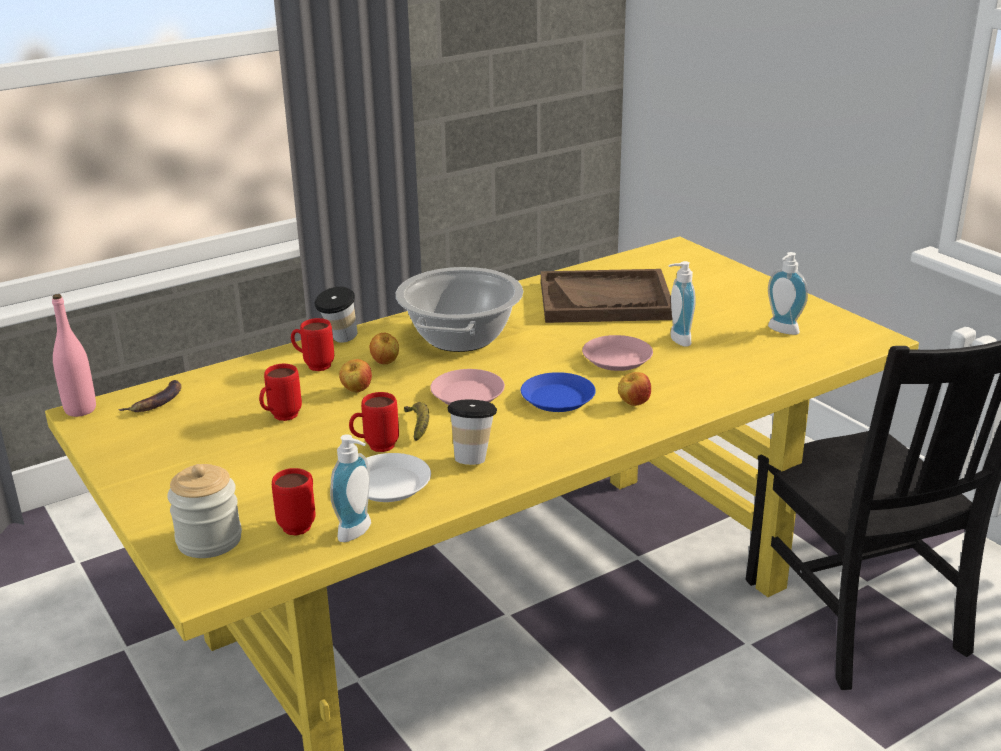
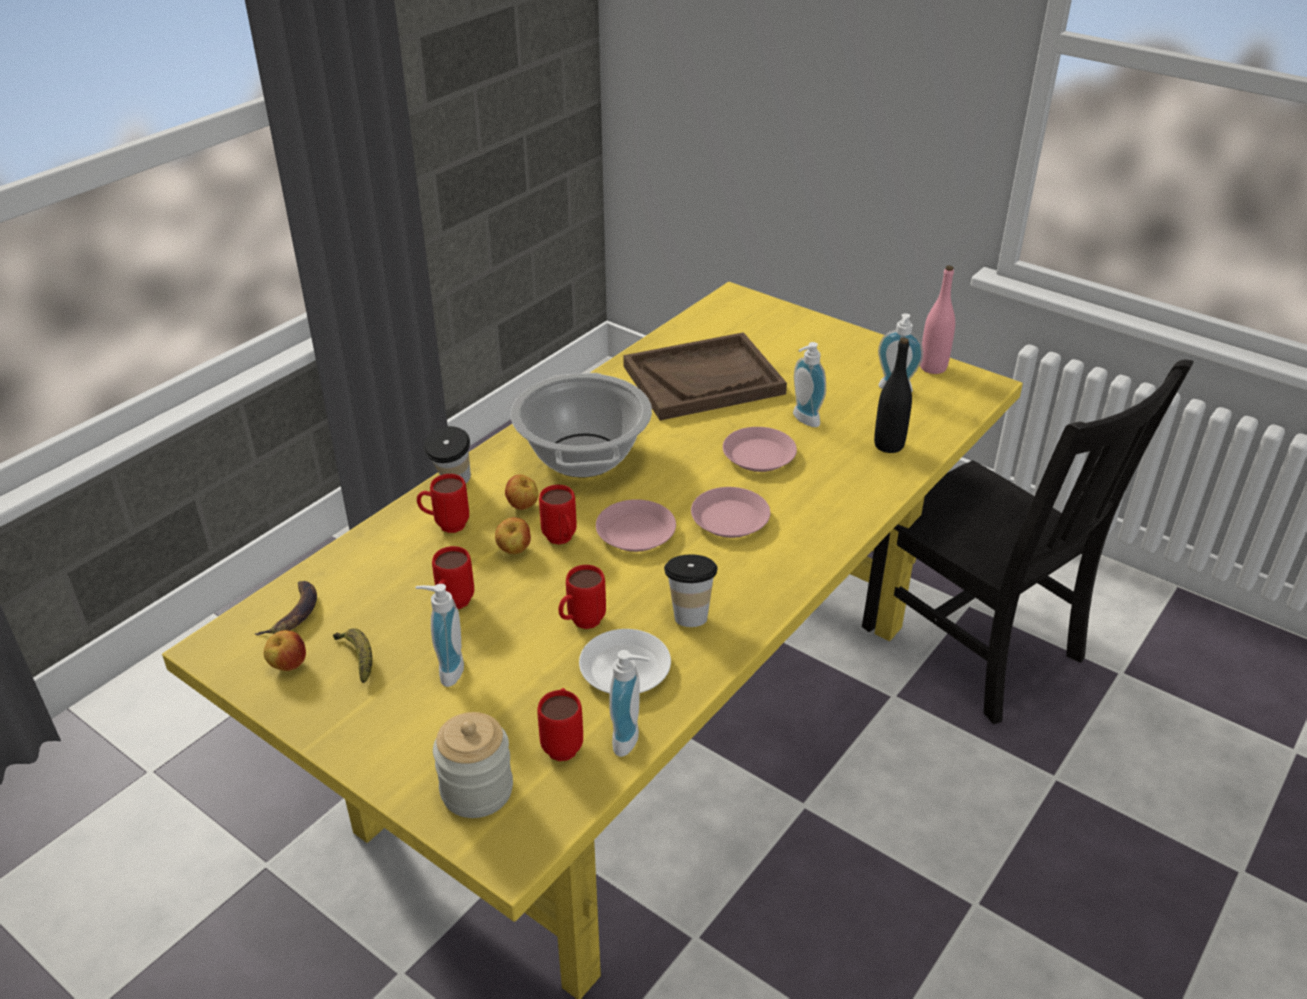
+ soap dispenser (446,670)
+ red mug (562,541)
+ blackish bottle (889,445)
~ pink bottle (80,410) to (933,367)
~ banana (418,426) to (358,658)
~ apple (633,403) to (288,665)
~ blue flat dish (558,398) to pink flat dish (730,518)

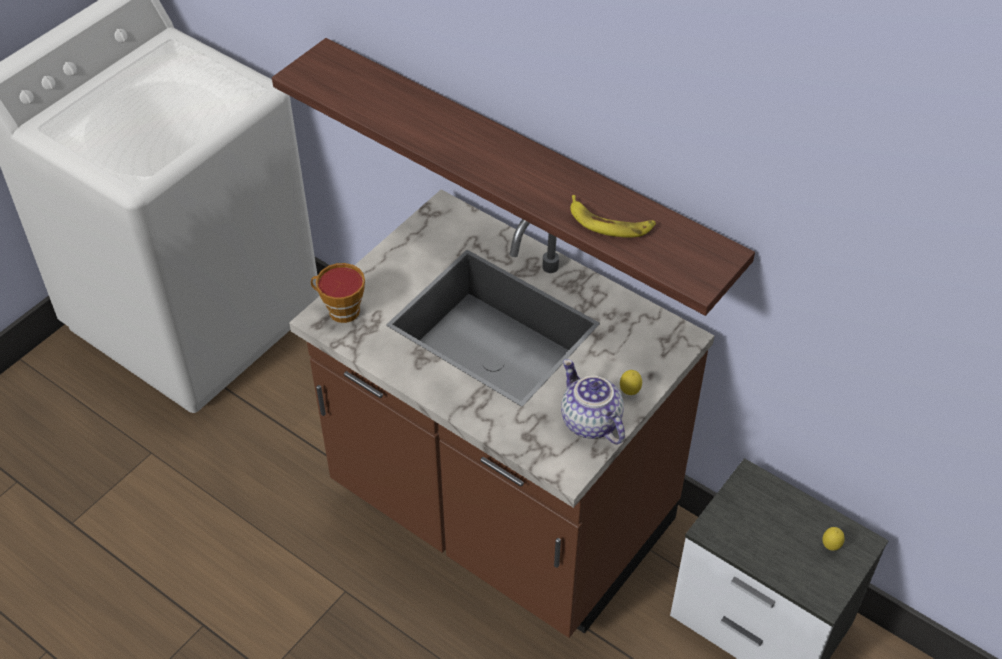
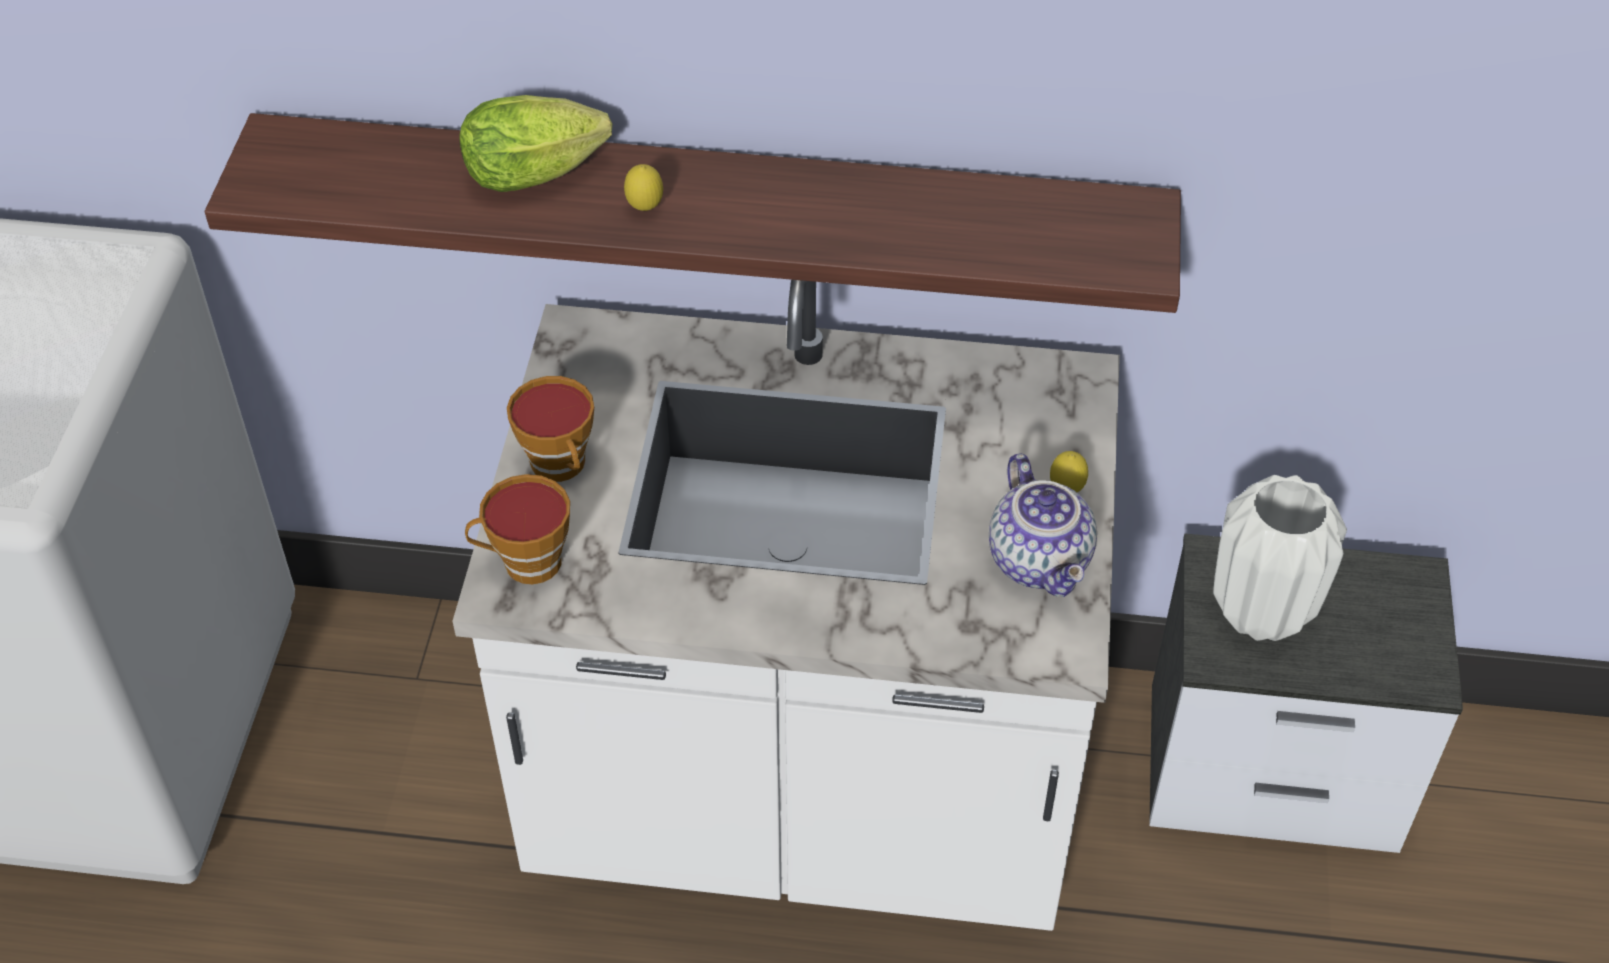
- banana (610,223)
+ head of lettuce (541,173)
+ small cup (562,466)
+ whitish flower vase (1261,614)
~ whole lemon (830,546) to (645,209)
~ brown-coloured counter (501,511) to whitish counter (804,795)
~ tea pot (589,422) = (1042,561) 135 degrees counterclockwise

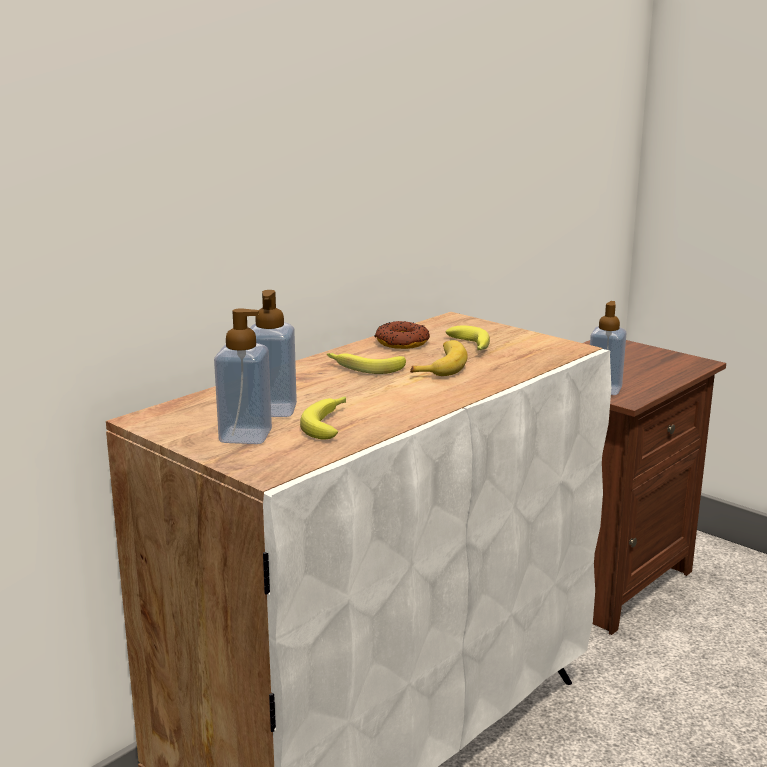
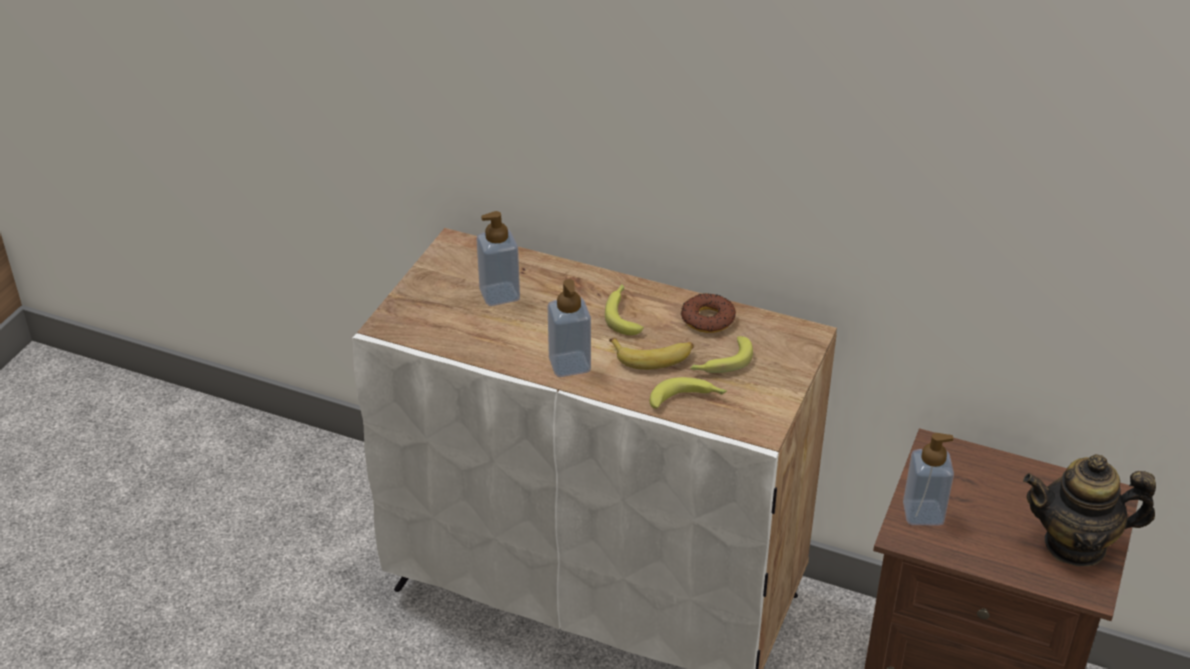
+ tea pot (1075,544)
~ soap dispenser (245,436) to (569,364)
~ banana (330,423) to (688,399)

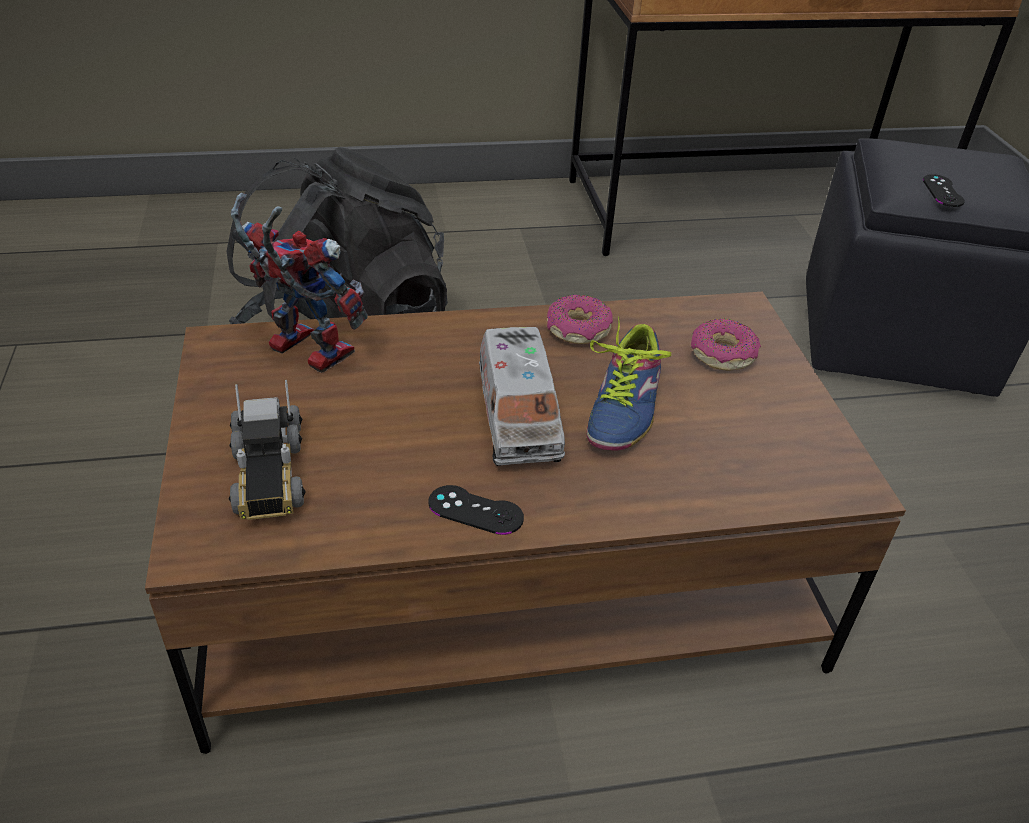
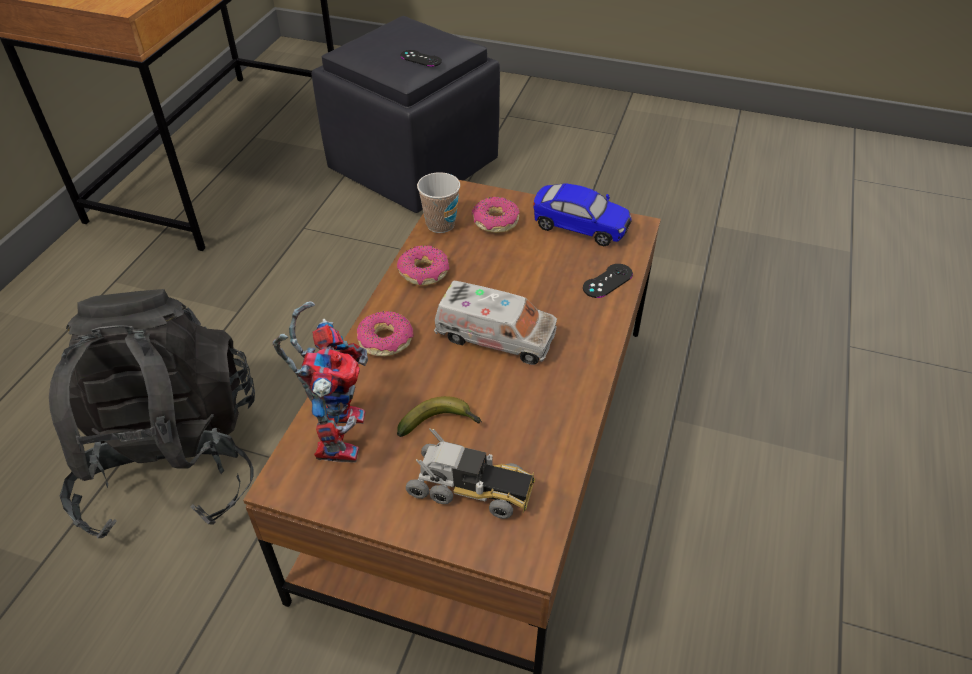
- low shoe (618,405)
+ doughnut (385,340)
+ banana (441,423)
+ small cup (440,224)
+ model car (580,227)
~ blackish joypad (475,510) to (607,281)
~ robot figure (301,350) = (336,430) 120 degrees clockwise

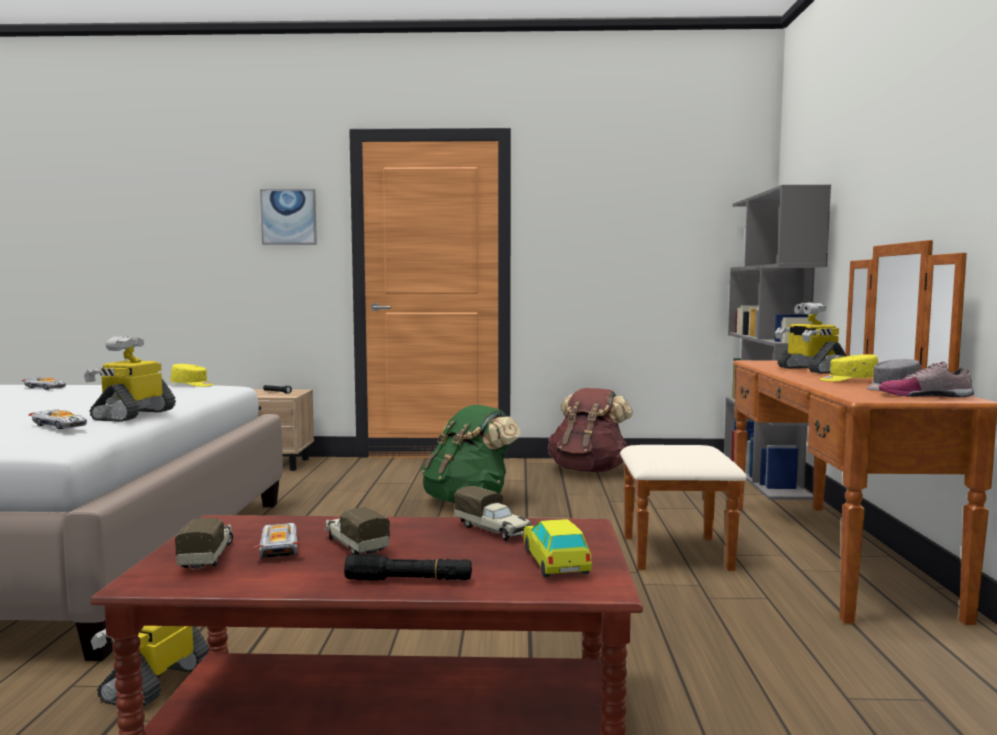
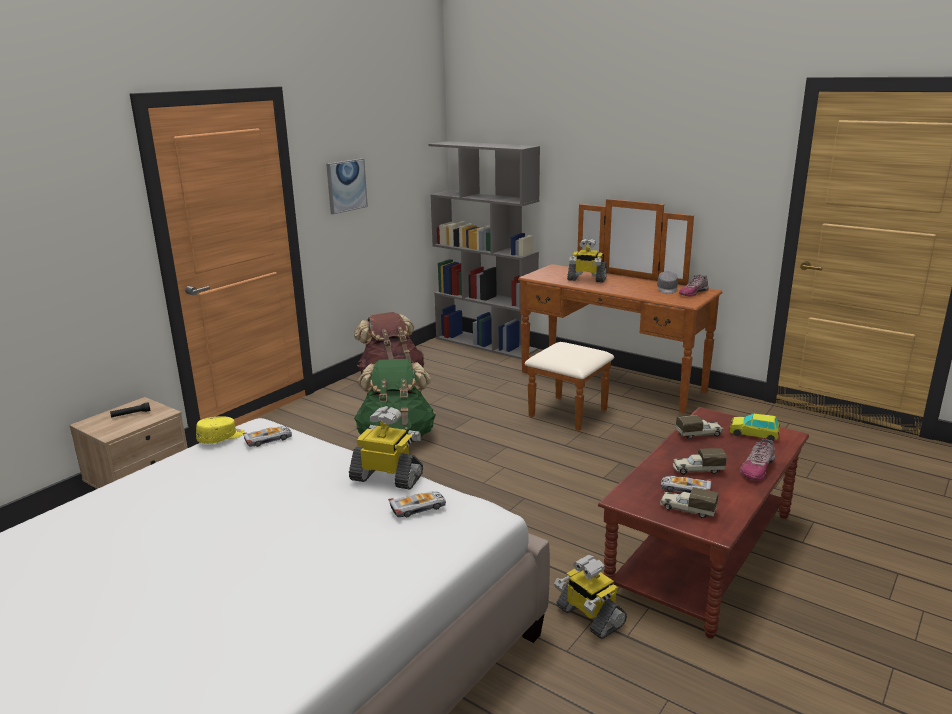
- yellow-coloured peaked cap (848,380)
~ model car (45,387) to (268,439)
~ wall picture (289,217) to (346,185)
~ blackish flashlight (409,580) to low shoe (757,468)
~ robot figure (133,415) = (388,477) 150 degrees clockwise

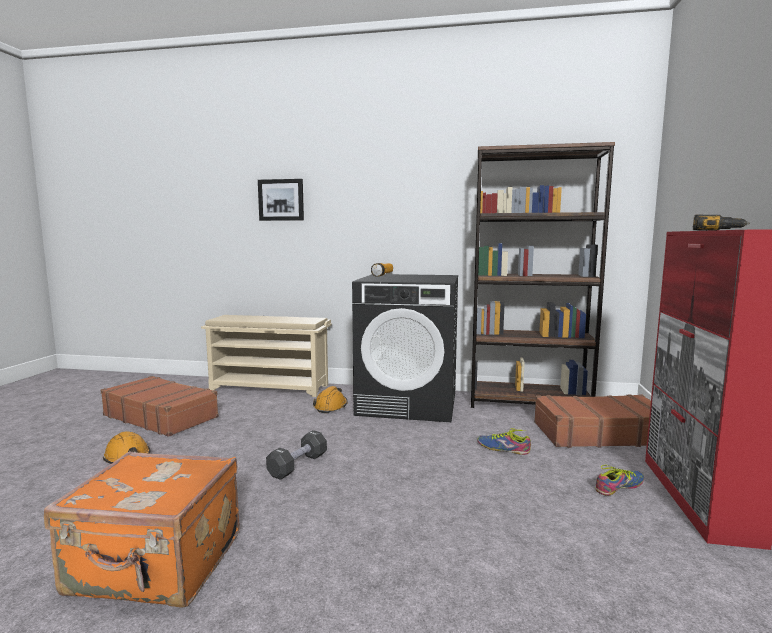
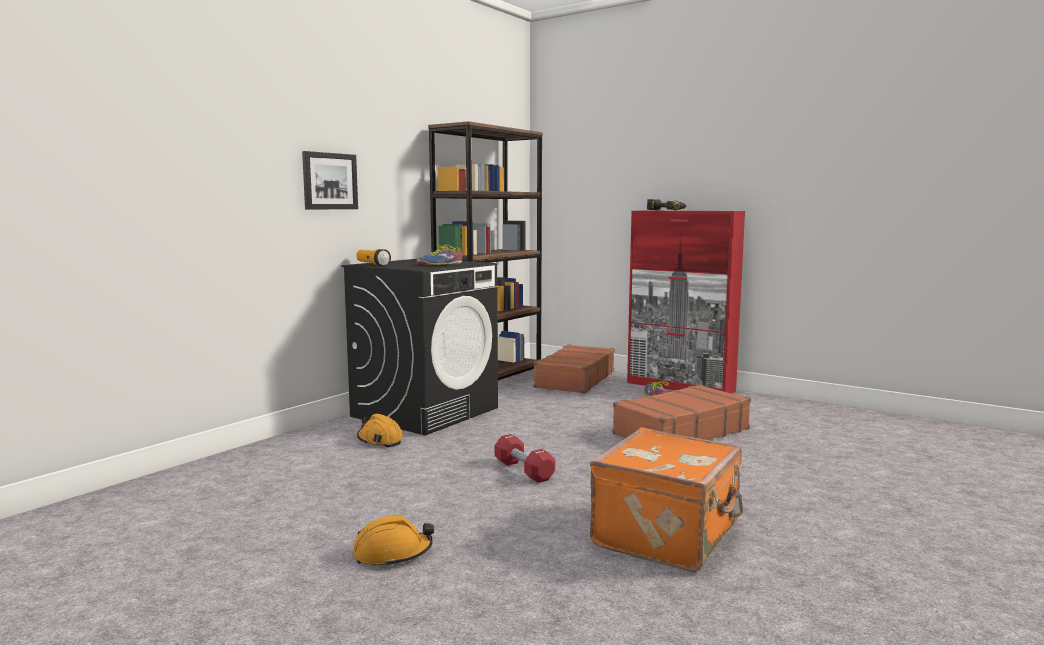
- beige shoe shelf (271,387)
~ brown-coloured travel case (161,416) to (680,432)
~ wall picture (281,200) to (329,181)
~ low shoe (503,449) to (440,264)
~ blackish hand weight (298,465) to red hand weight (524,470)

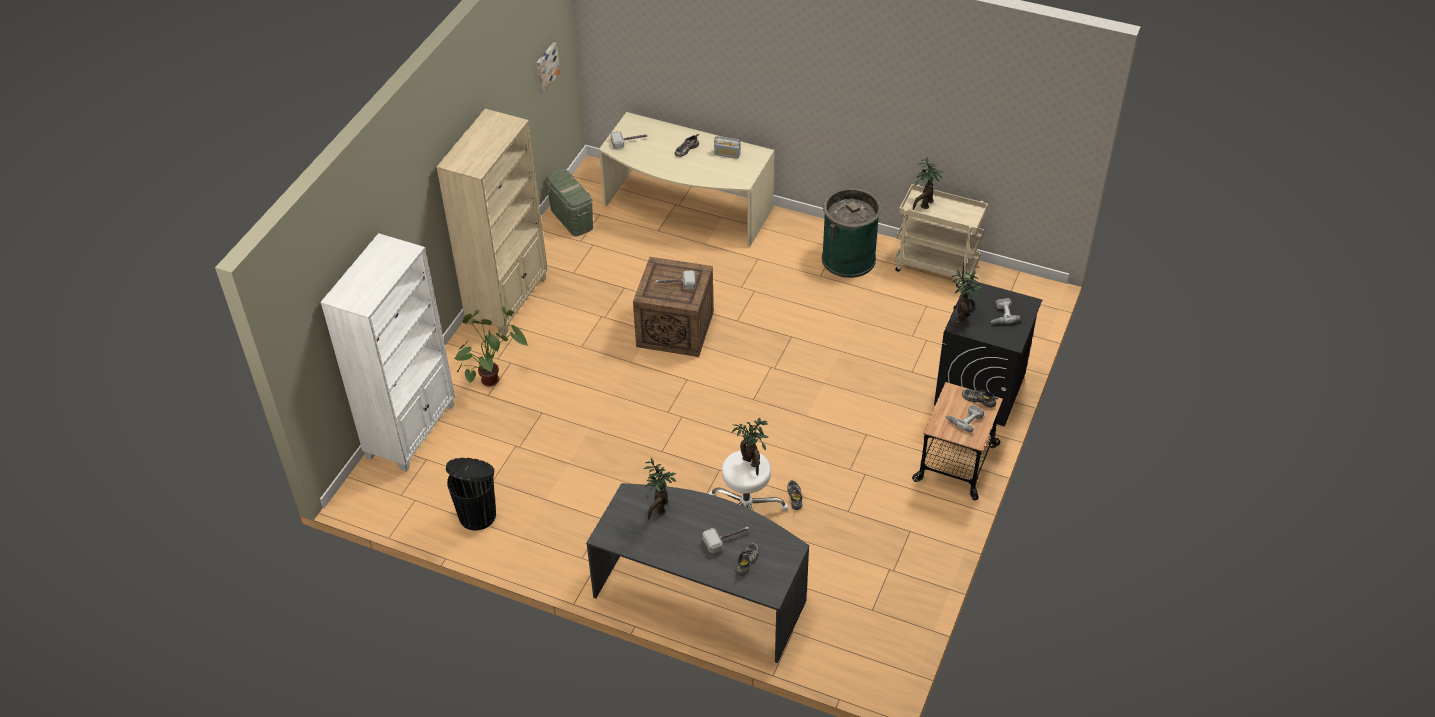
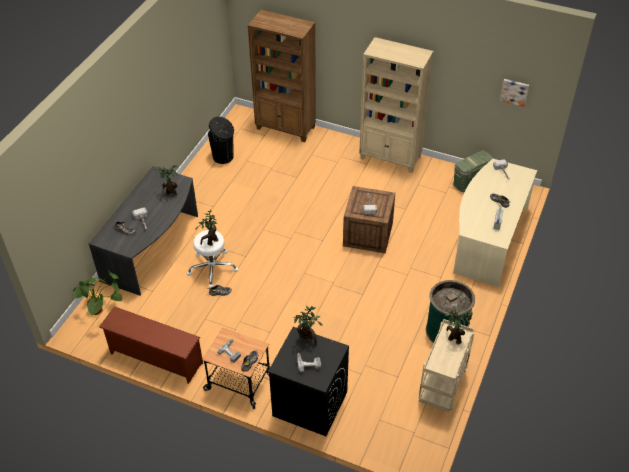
+ brown-coloured shoe shelf (155,359)
~ potted plant (491,374) to (102,310)
~ whitish shelving unit (412,430) to brown-coloured shelving unit (286,128)

